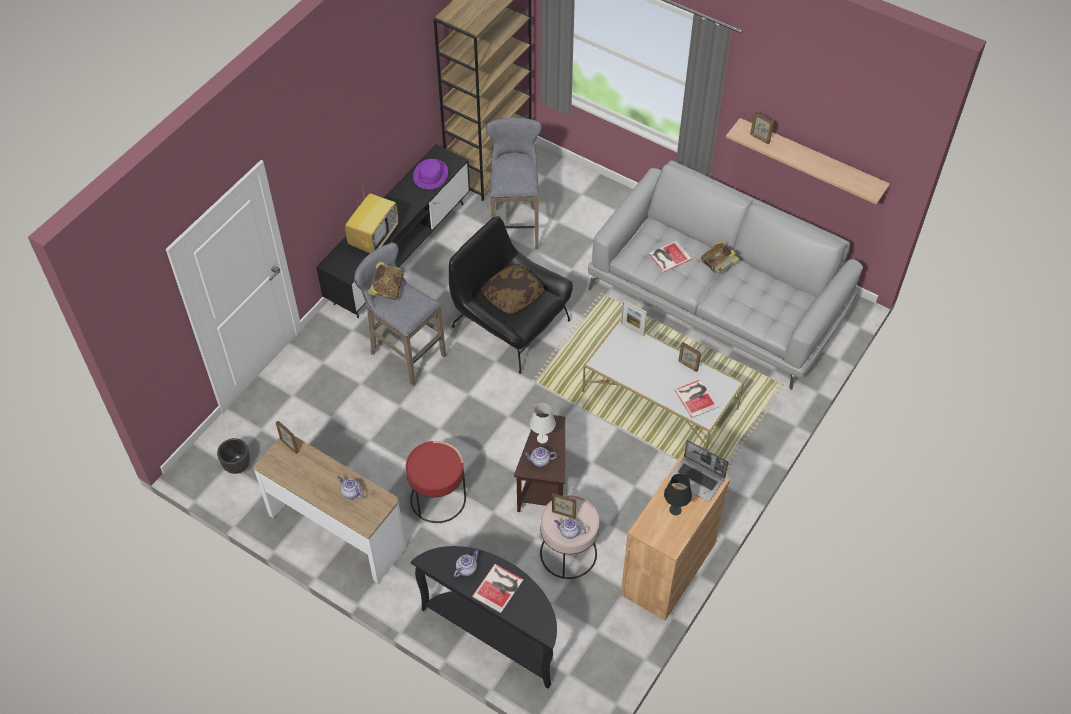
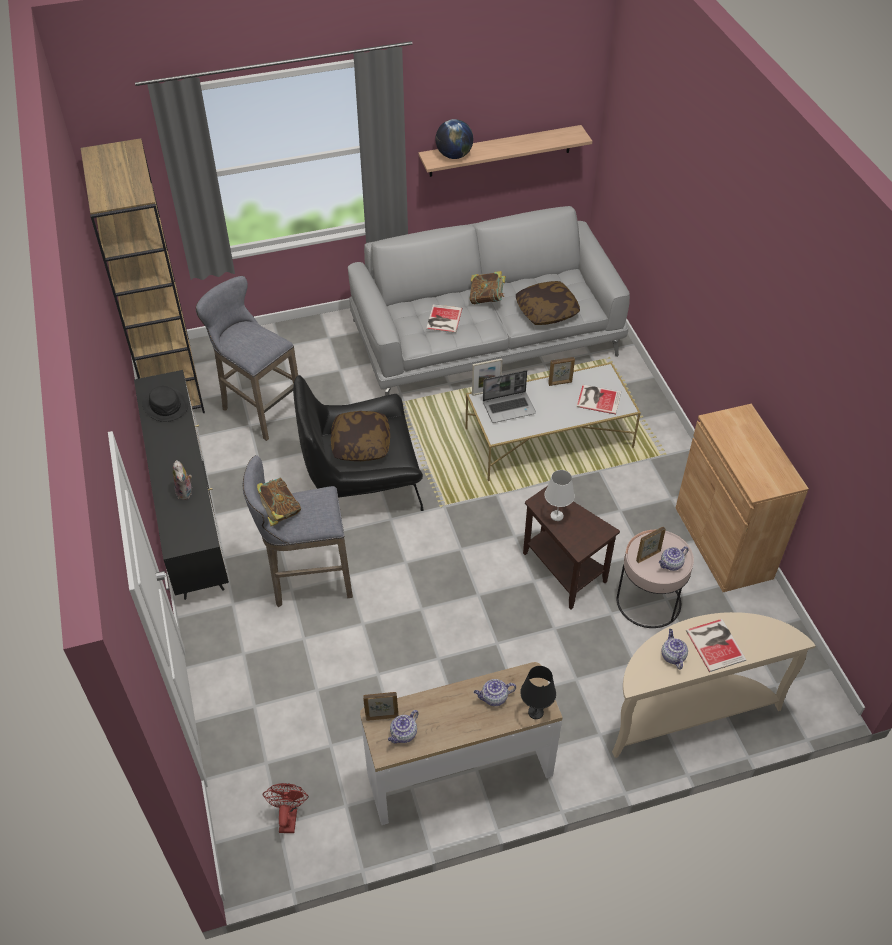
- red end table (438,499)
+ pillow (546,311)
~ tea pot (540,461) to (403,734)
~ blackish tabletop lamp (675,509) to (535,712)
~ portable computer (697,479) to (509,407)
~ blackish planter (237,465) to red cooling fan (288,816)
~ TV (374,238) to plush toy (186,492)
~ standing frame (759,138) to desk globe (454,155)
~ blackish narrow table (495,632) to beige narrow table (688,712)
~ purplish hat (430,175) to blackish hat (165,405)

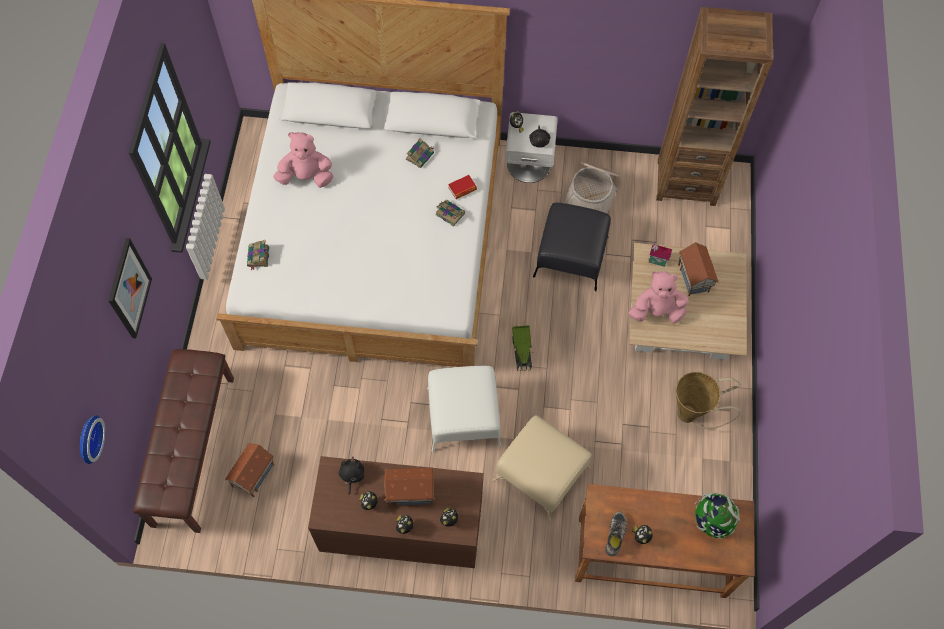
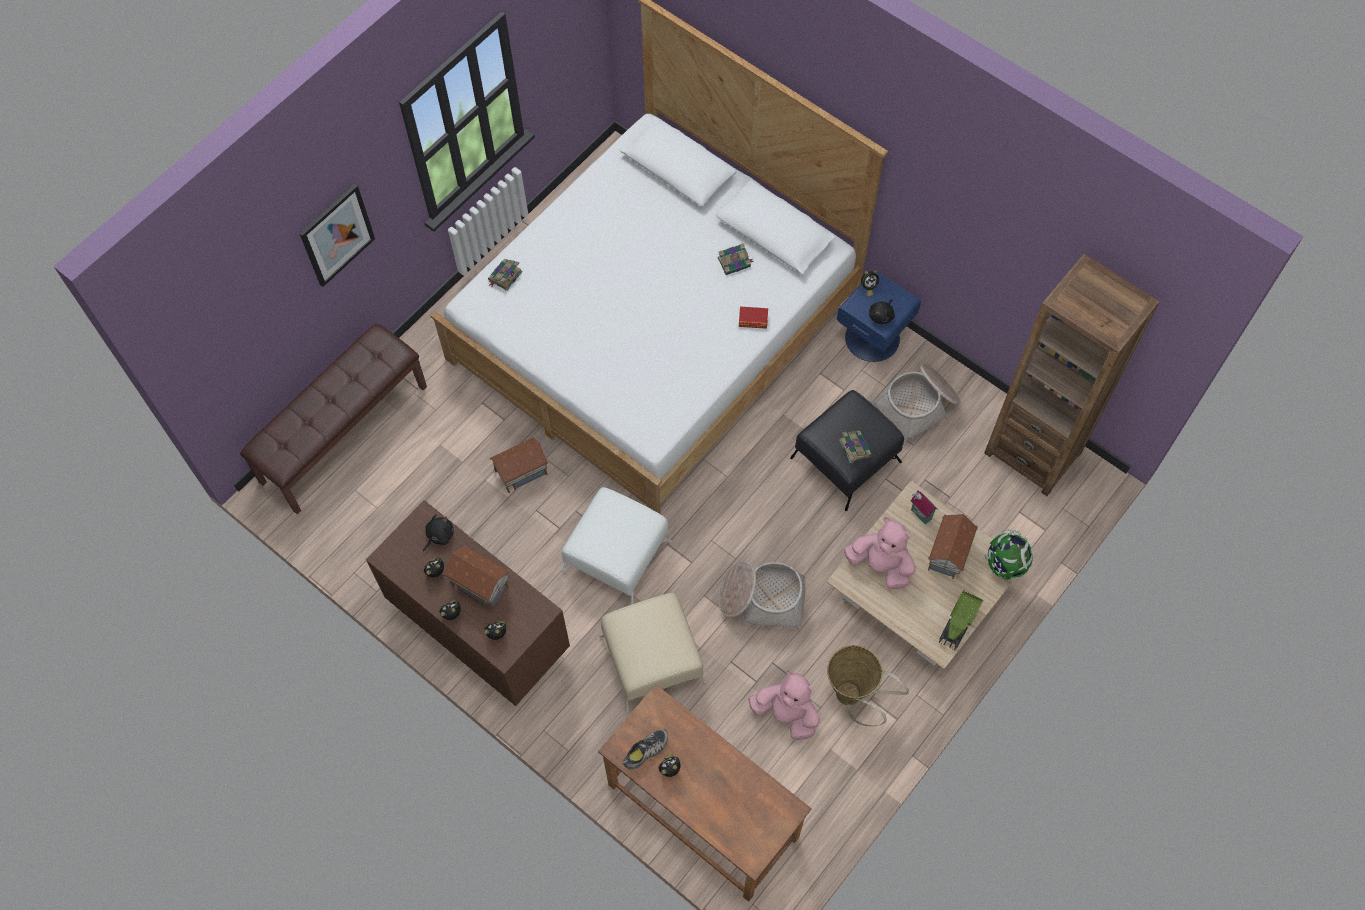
- hanging clock (87,439)
+ storage basket (762,599)
~ miniature house (253,475) to (521,472)
~ pink plush toy (306,177) to (786,714)
~ book (449,213) to (854,447)
~ model truck (522,351) to (959,624)
~ desk globe (711,521) to (1004,564)
~ whitish night table (529,163) to blue night table (873,337)

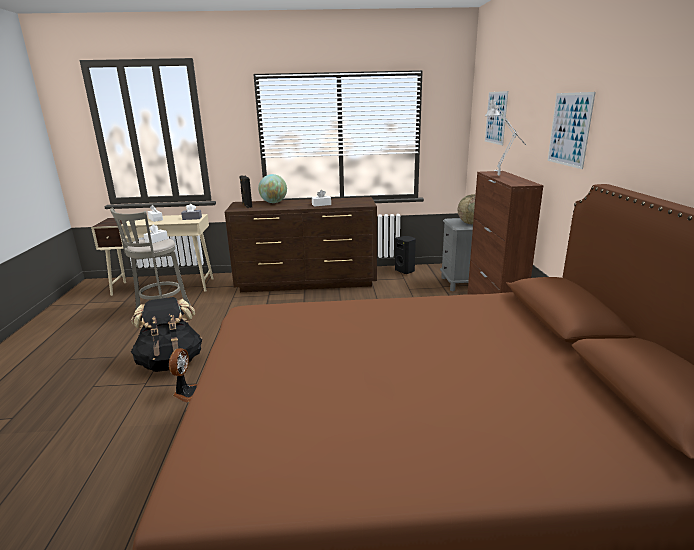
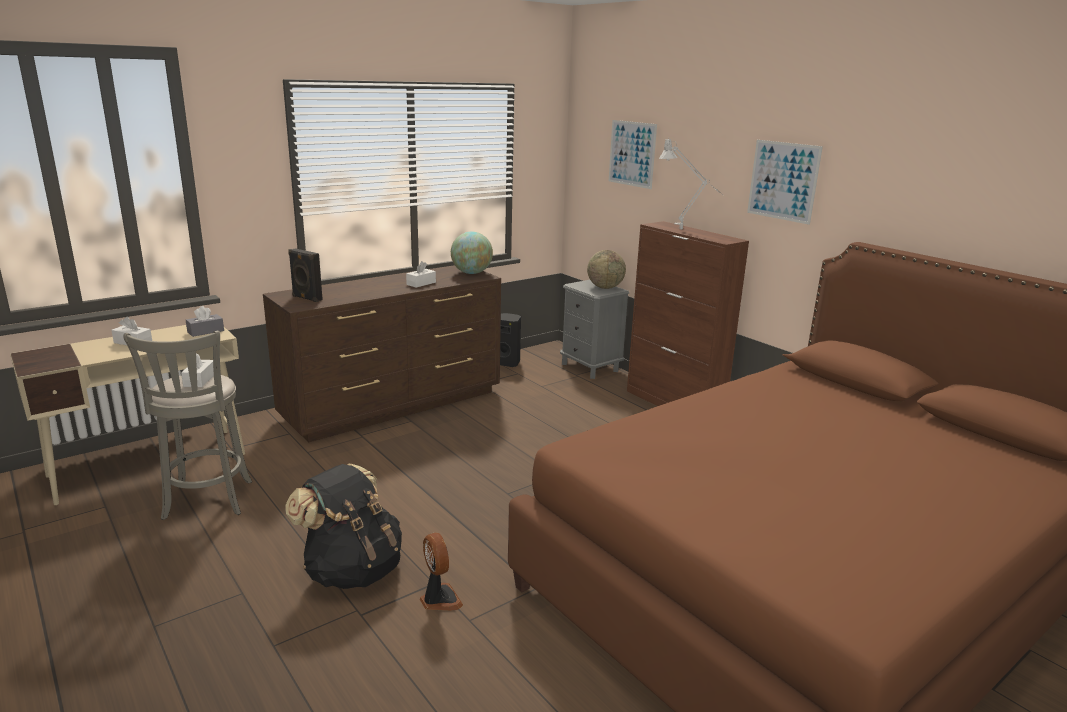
~ desk globe (273,202) to (471,273)

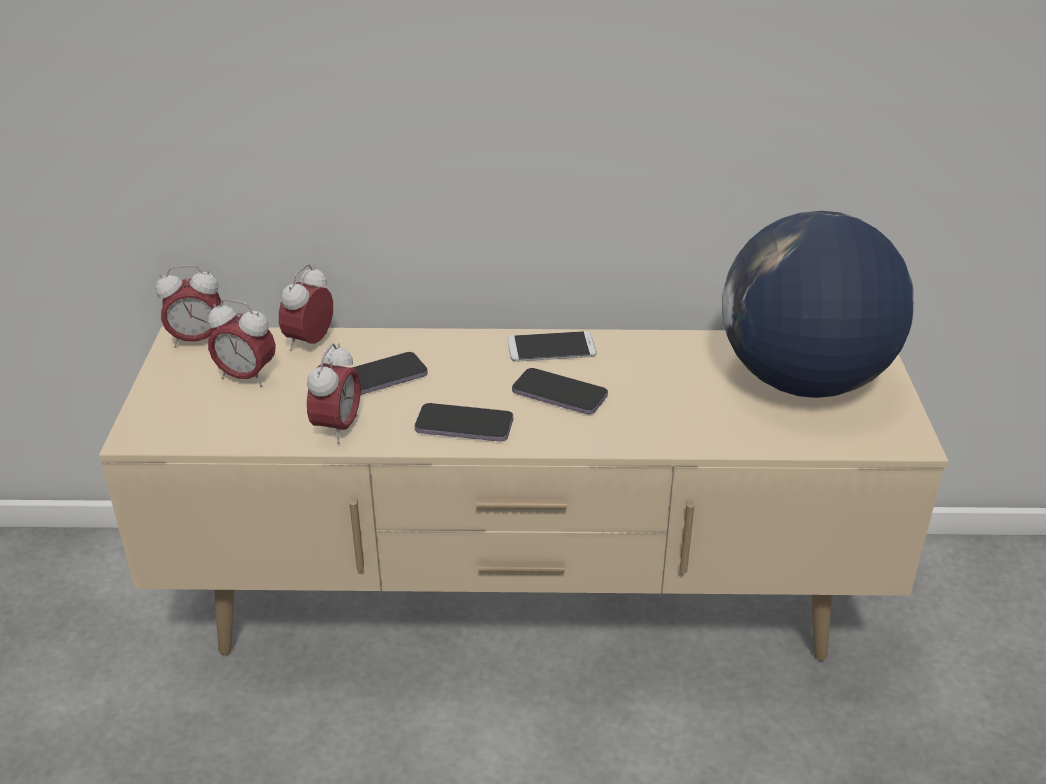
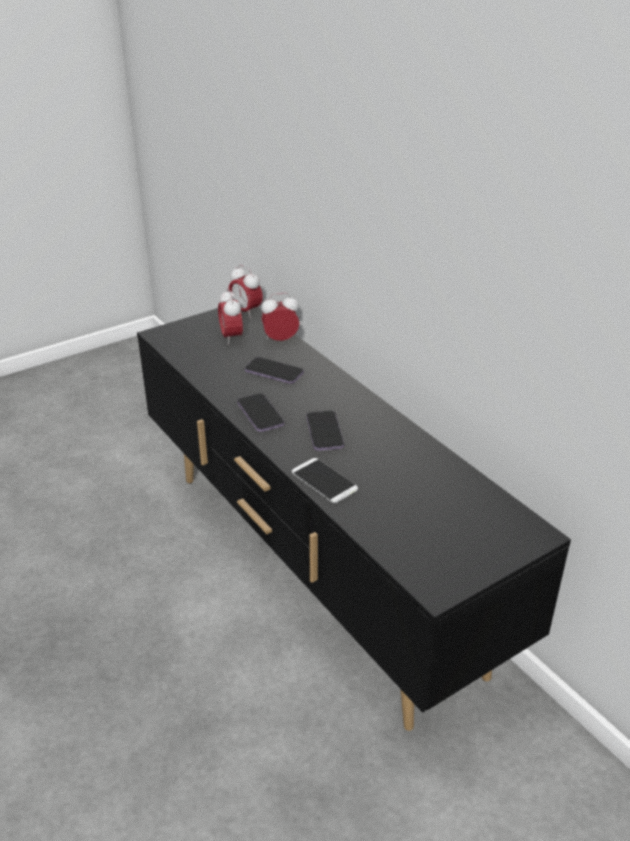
- bedside clock (337,428)
- desk globe (803,381)
~ telephone (551,348) to (324,481)
~ beige media console (525,610) to blackish media console (317,570)

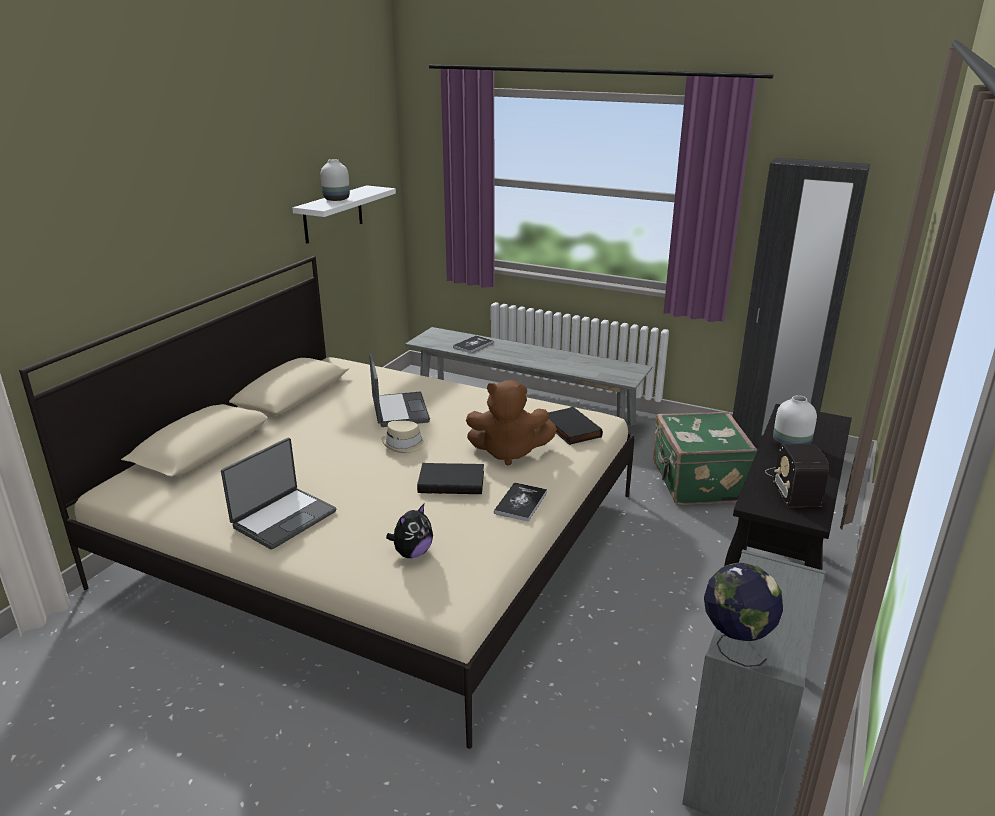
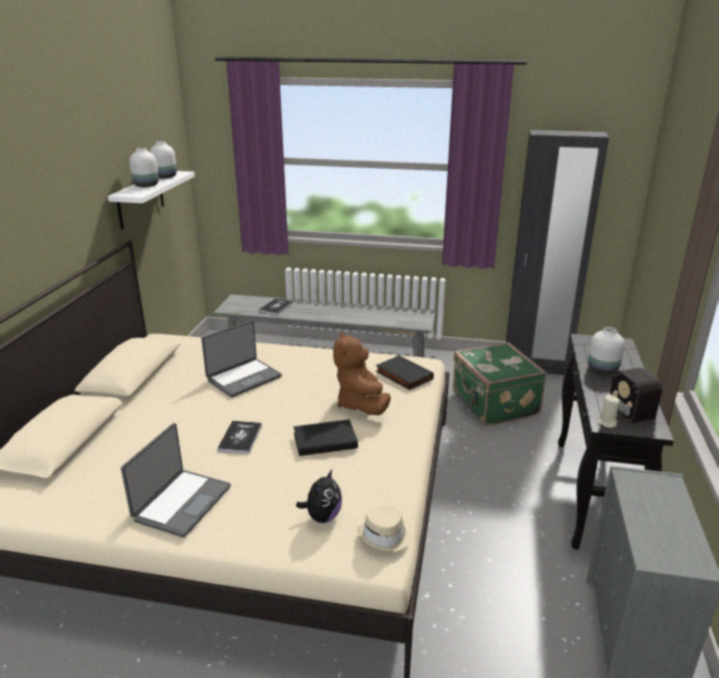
- desk globe (735,646)
+ whitish flower vase (165,177)
+ beige wax candle (607,423)
~ beige hat (405,445) to (385,536)
~ book (520,503) to (240,438)
~ portable computer (399,411) = (243,378) 75 degrees clockwise
~ brown-coloured plush toy (508,452) = (361,404) 90 degrees clockwise

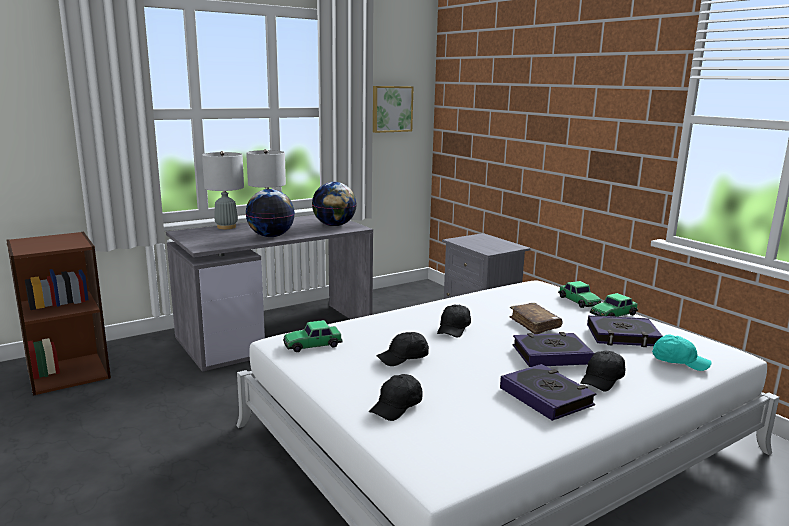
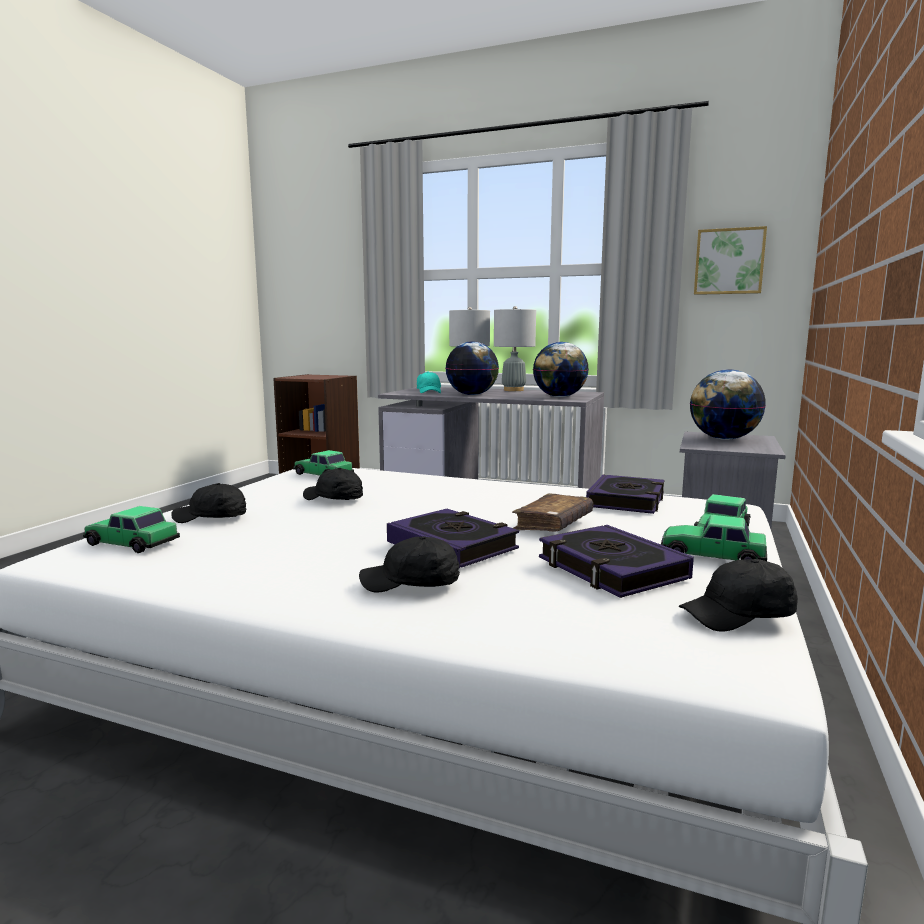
+ model car (131,543)
+ desk globe (723,439)
~ blackish peaked cap (453,329) to (739,616)
~ book (546,397) to (626,501)
~ turquoise peaked cap (679,361) to (429,392)

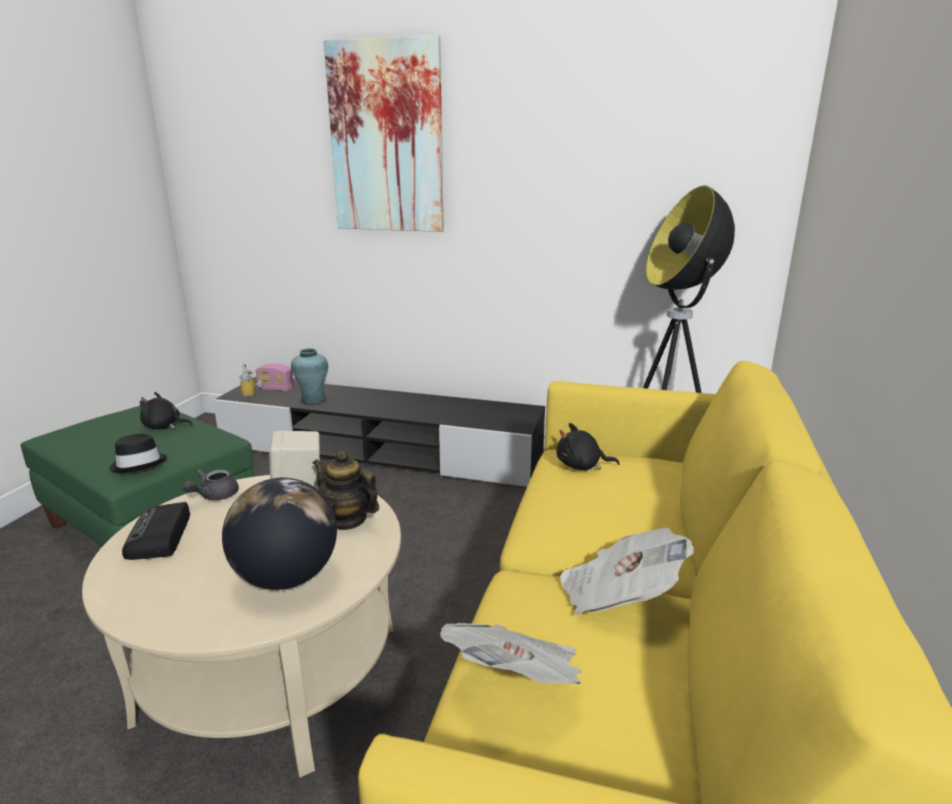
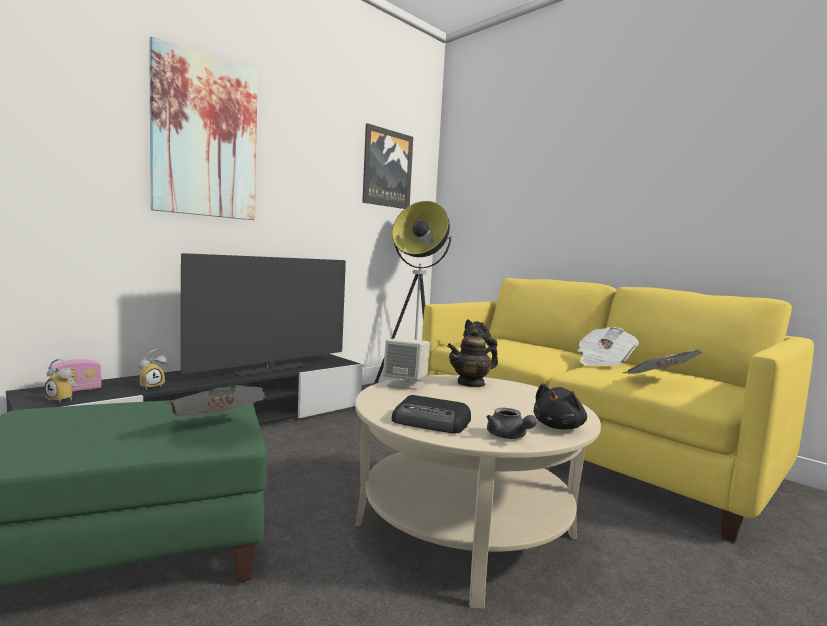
- desk globe (286,577)
+ TV (271,369)
+ wall picture (387,168)
~ blackish plush toy (164,427) to (559,427)
~ gray tea pot (214,496) to (509,437)
~ blackish hat (138,463) to printed paper (217,427)
~ turquoise flower vase (313,400) to bedside clock (151,386)

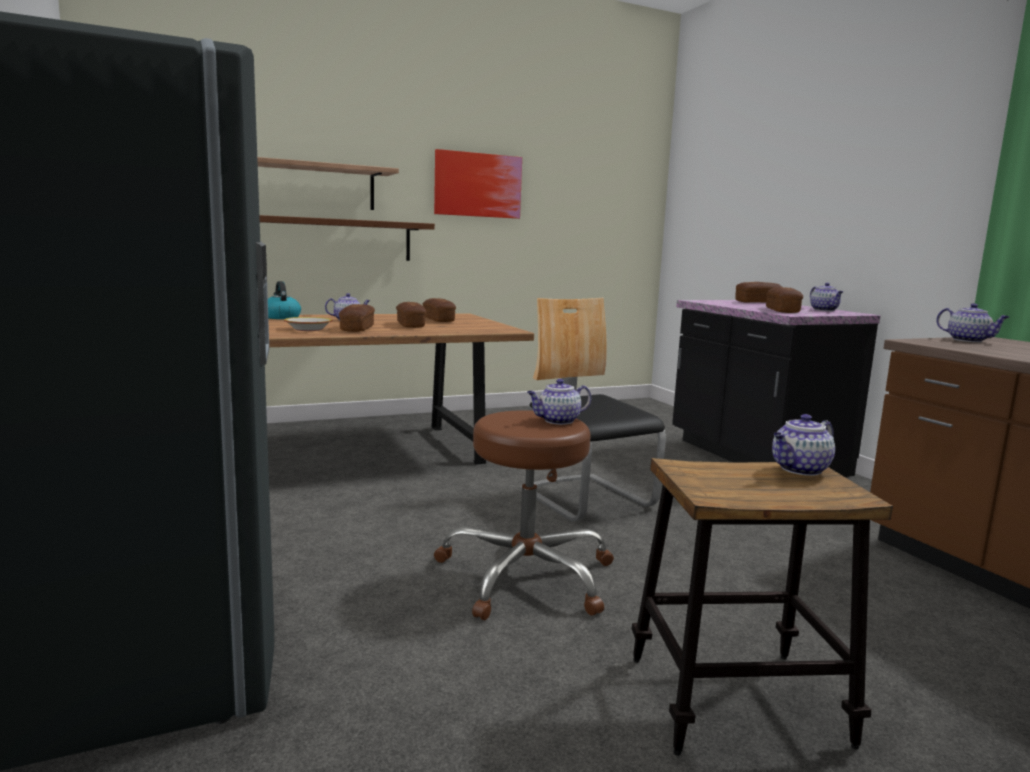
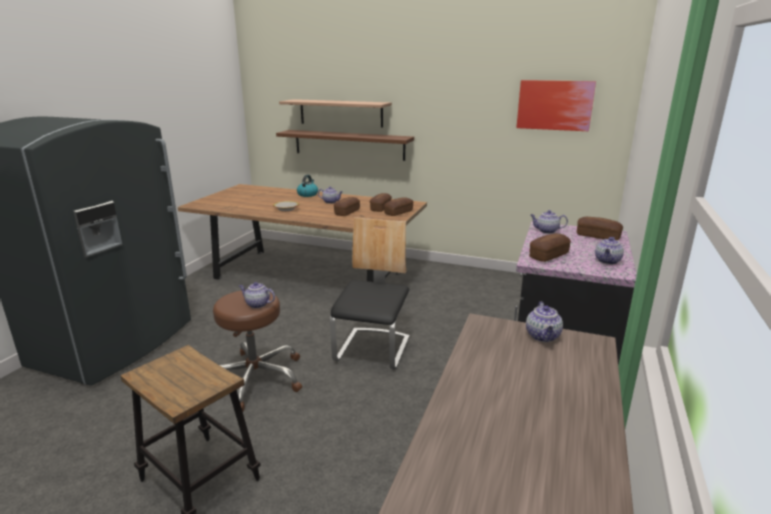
~ bakery bread (357,329) to (398,212)
~ wall picture (478,185) to (554,105)
~ tea pot (800,470) to (546,231)

